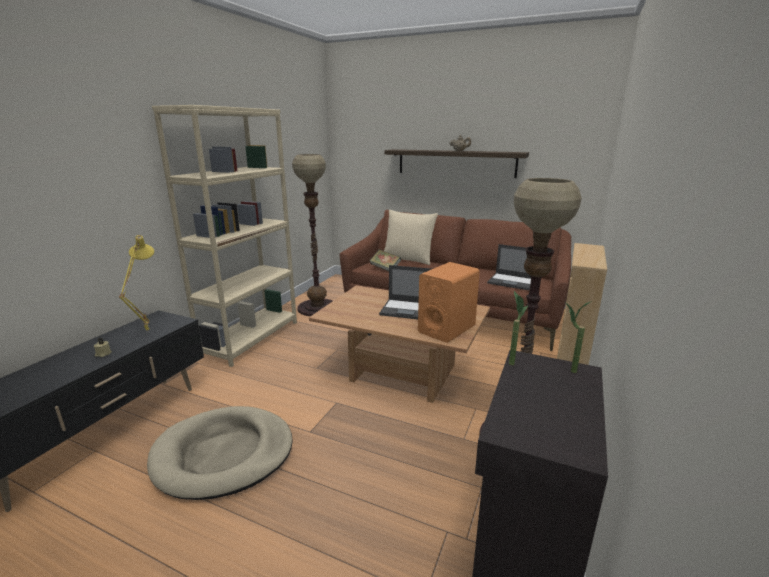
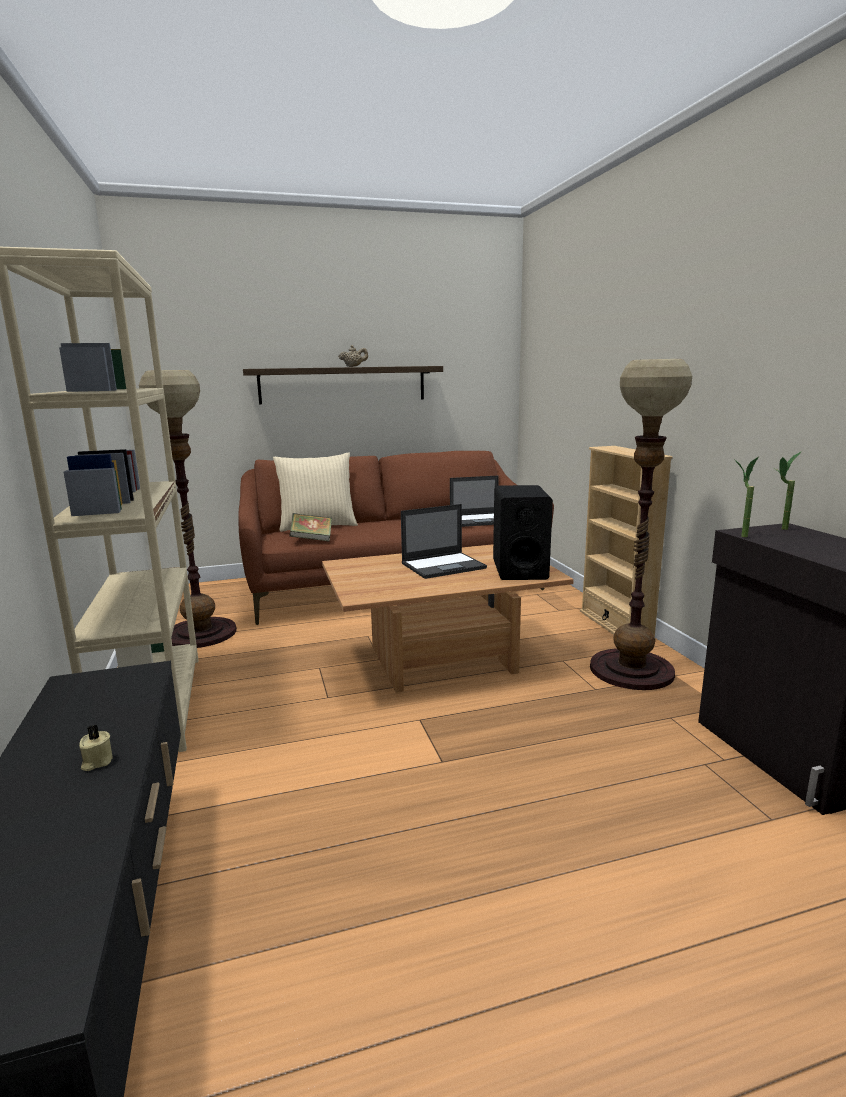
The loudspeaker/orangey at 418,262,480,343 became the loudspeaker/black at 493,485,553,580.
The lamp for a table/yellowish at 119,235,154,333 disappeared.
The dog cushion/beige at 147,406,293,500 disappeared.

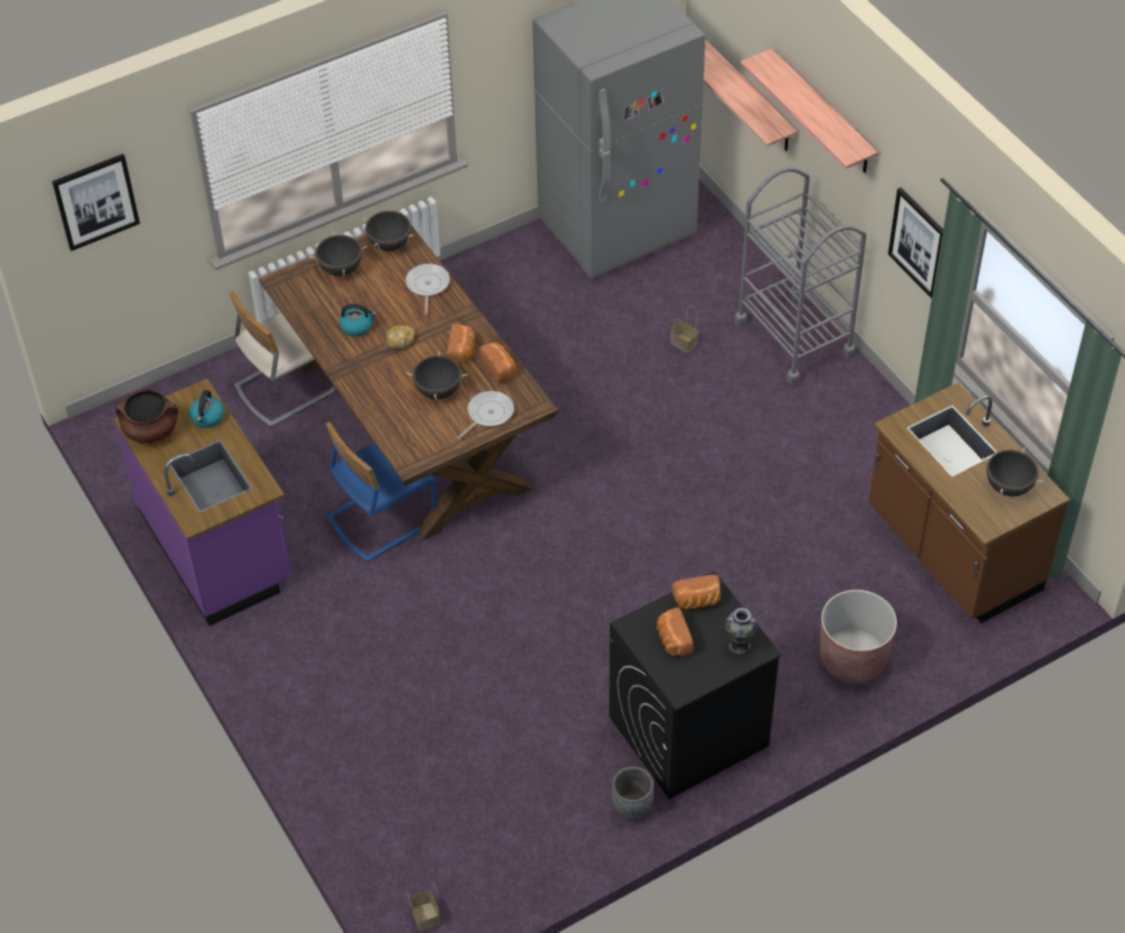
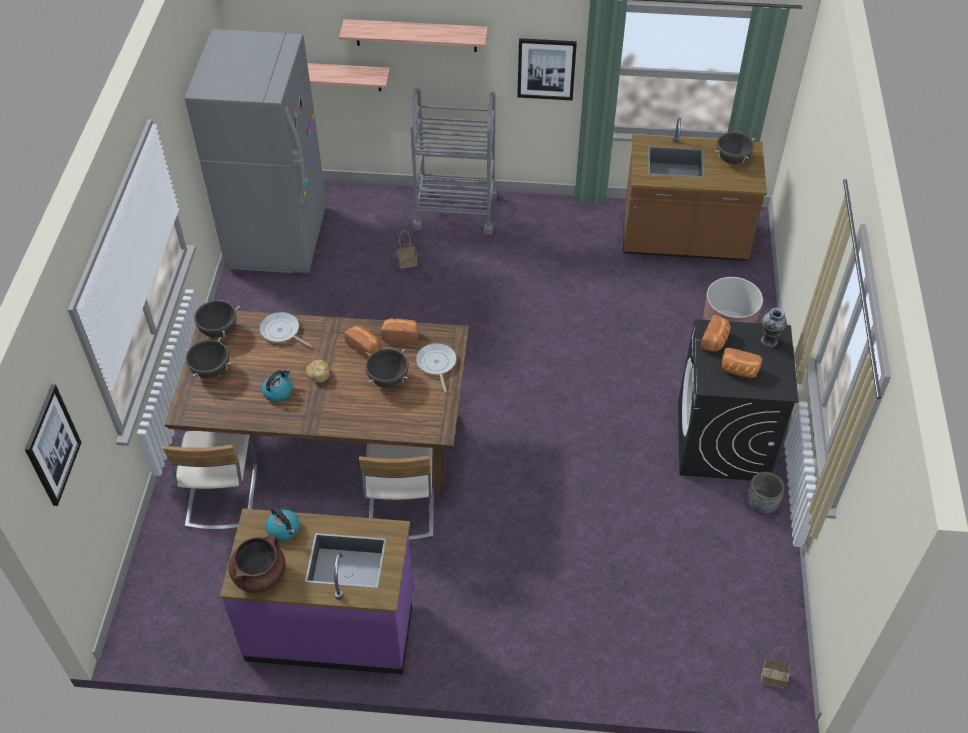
The plain chair/blue at 326,422,436,562 became the plain chair/beige at 359,443,434,540.

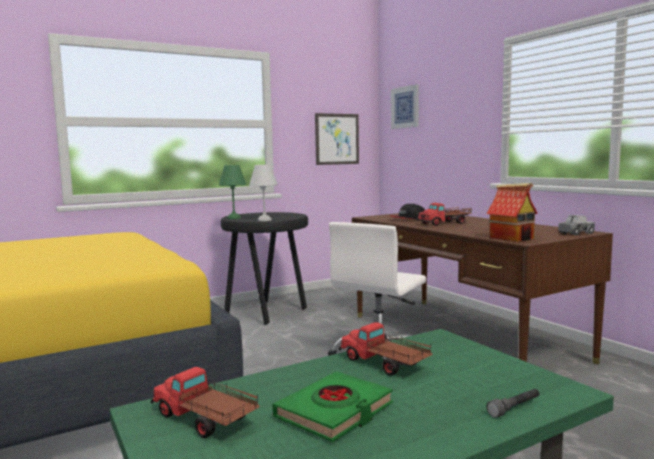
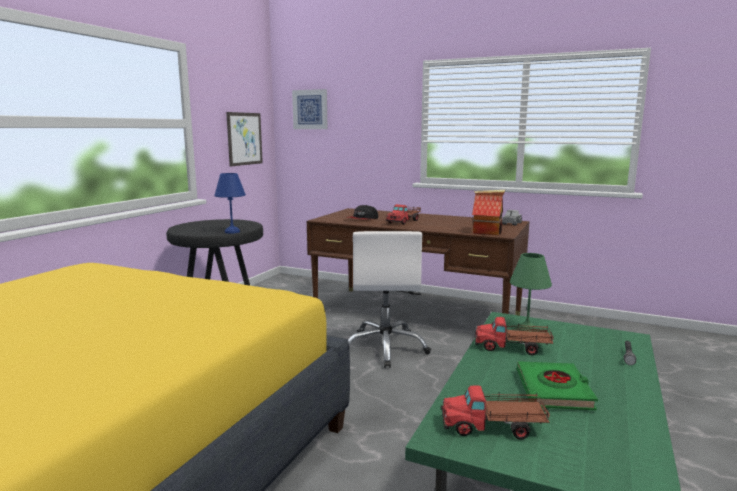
The lamp for a table/white-coloured at 249,165,278,221 became the lamp for a table/blue at 214,173,246,234.
The lamp for a table/green-coloured moved from 219,165,246,219 to 510,253,552,332.

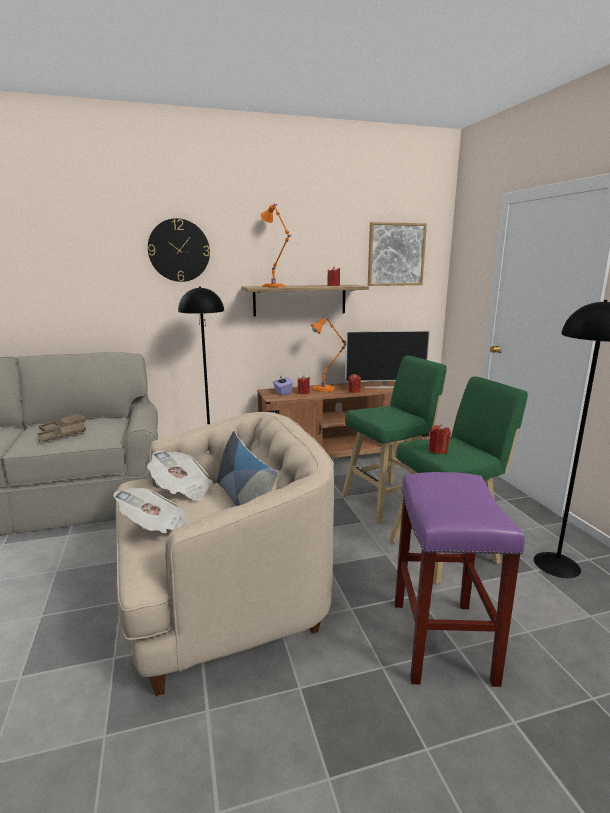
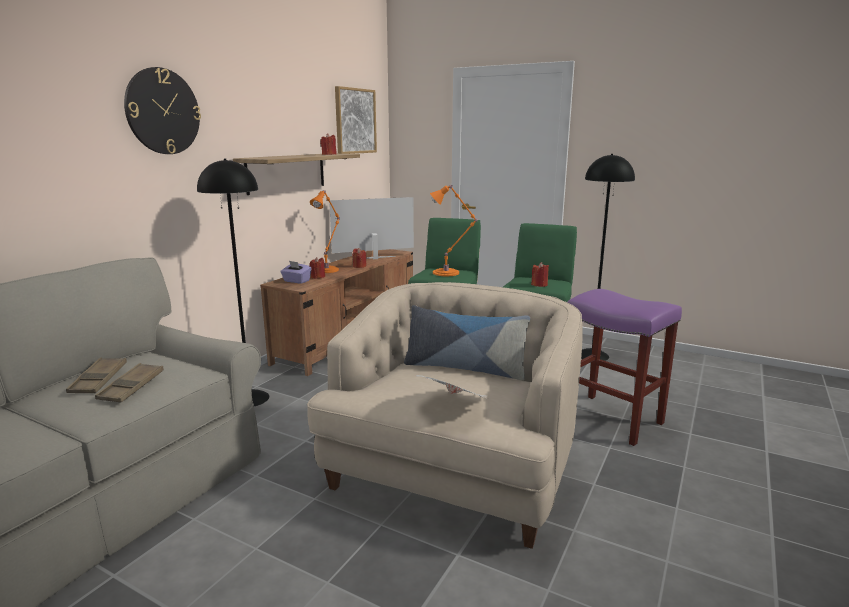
The TV at 345,330,430,388 turned 150 degrees counterclockwise.
The lamp for a table/orangey moved from 261,204,292,287 to 430,185,478,276.
The daily paper at 147,451,213,501 disappeared.

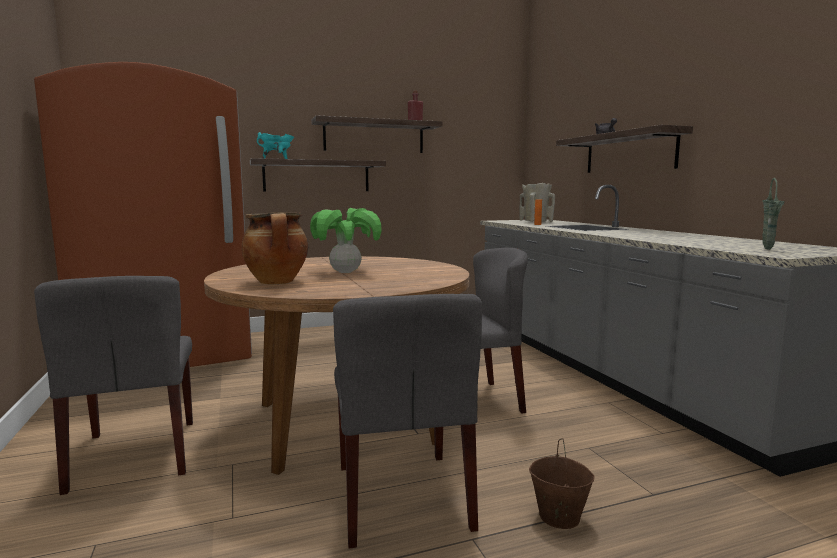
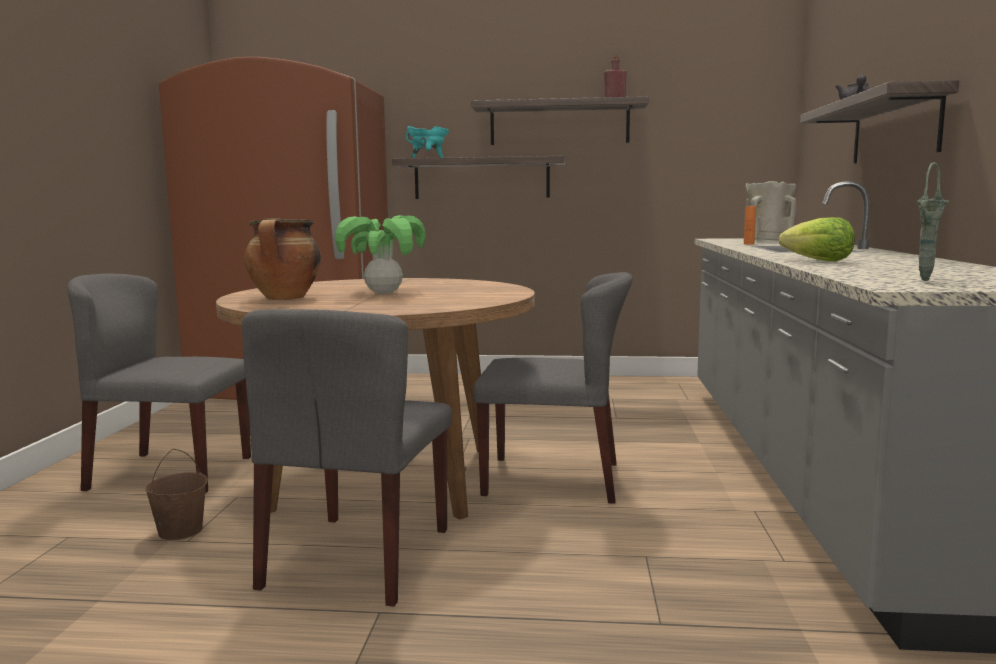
The plain chair/gray at 34,276,193,495 turned 90 degrees clockwise.
The pail/brown moved from 529,439,595,529 to 145,449,208,540.
The head of lettuce at 779,217,855,261 appeared.

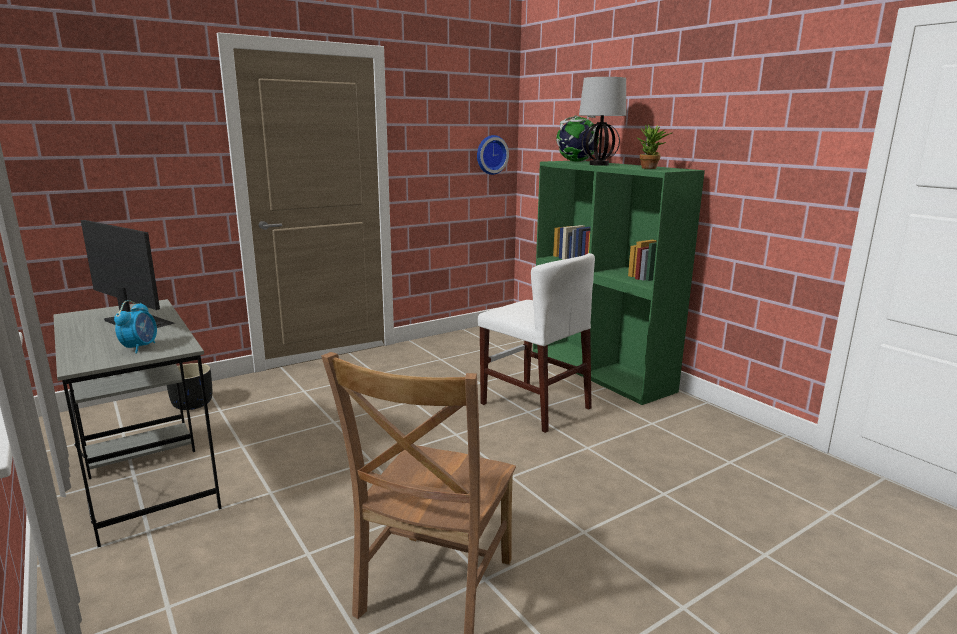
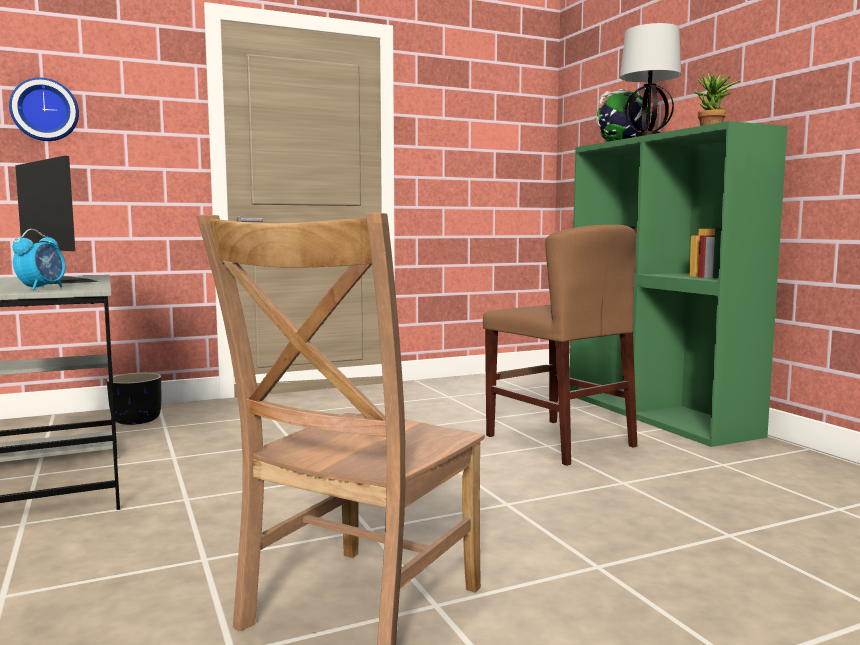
The wall clock moved from 477,135,509,175 to 9,78,79,141.
The plain chair/white-coloured at 478,253,595,433 became the plain chair/brown at 483,225,637,466.

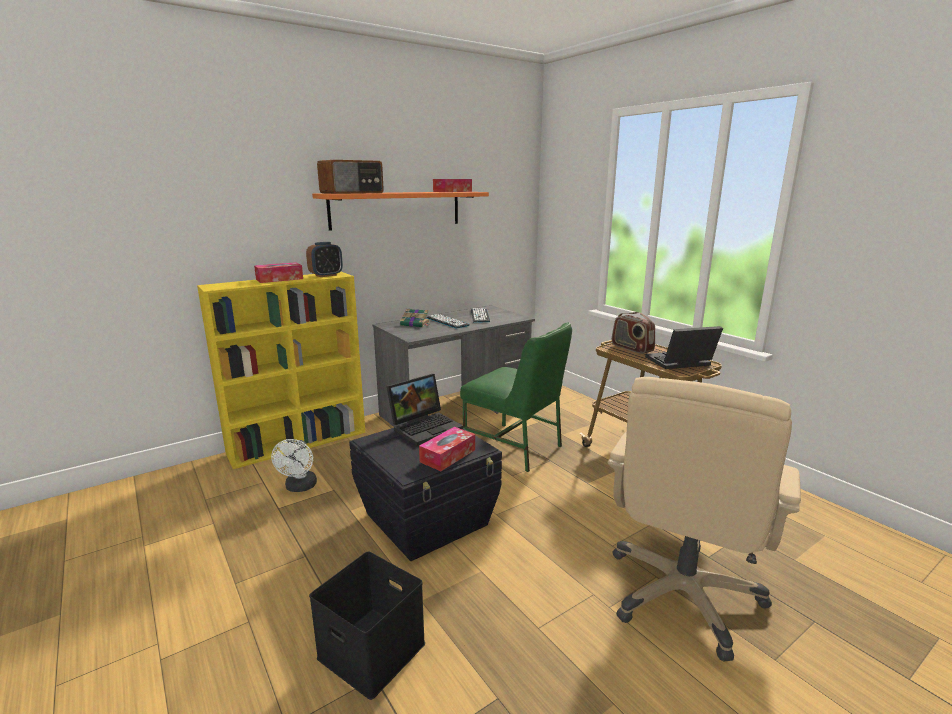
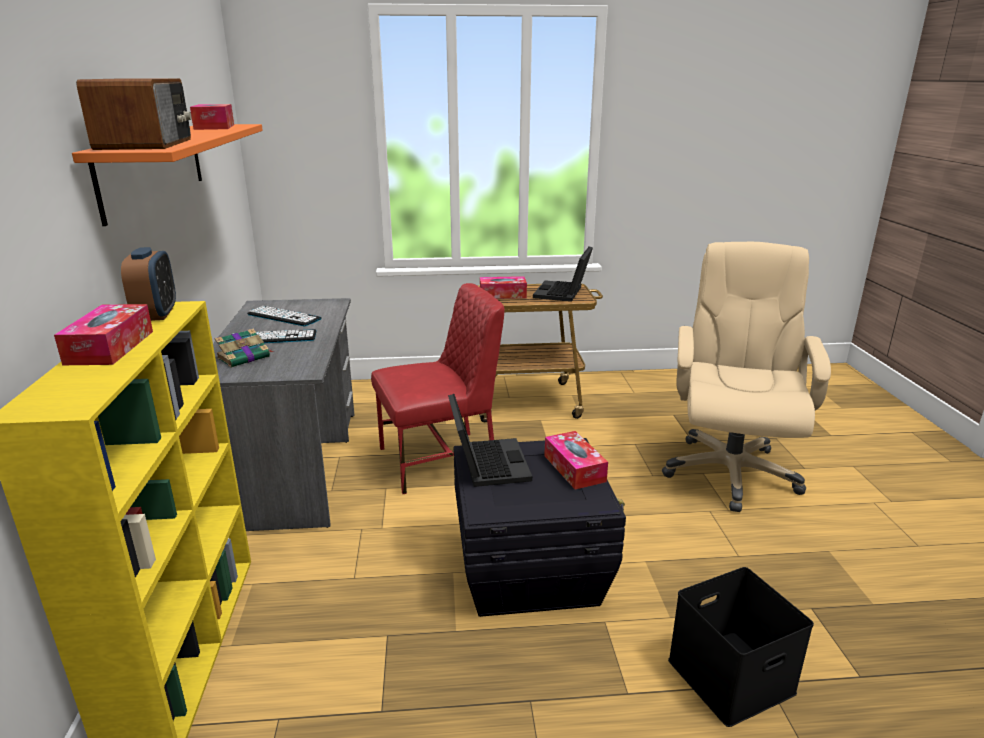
The plain chair/green-coloured at 460,322,572,472 became the plain chair/red at 371,283,504,494.
The radio set at 612,312,655,354 was replaced by the tissue box at 480,276,527,299.
The computer chair/beige at 608,377,801,662 turned 135 degrees counterclockwise.
The cooling fan/white-coloured at 271,439,317,492 disappeared.

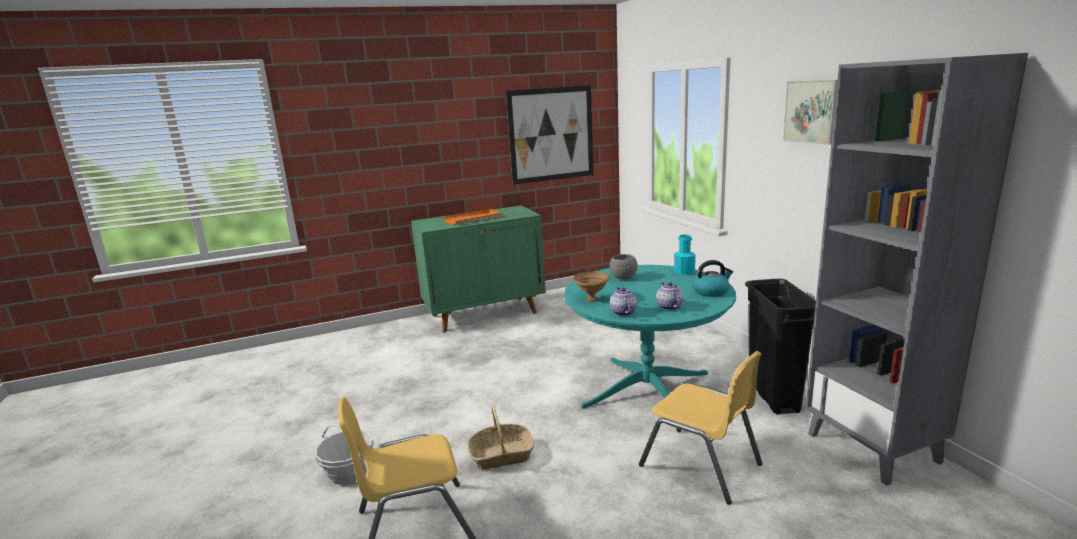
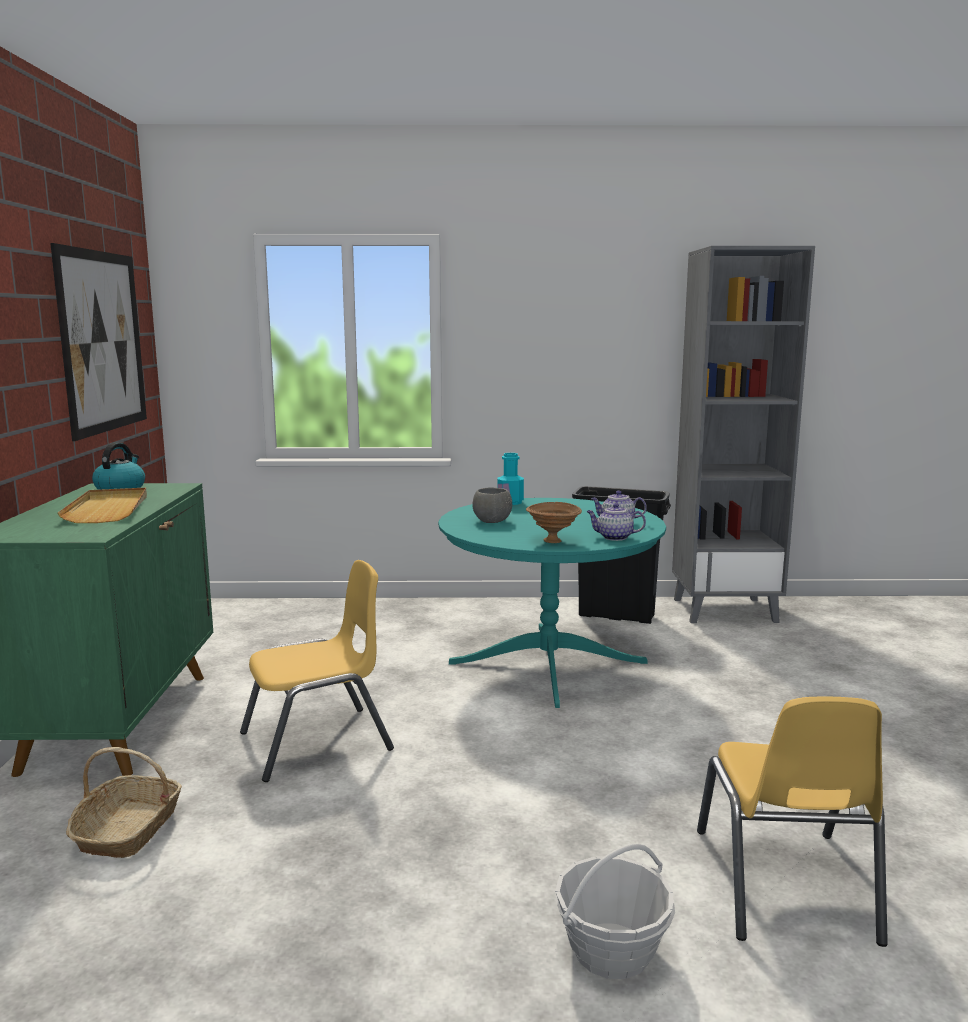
The tray/orangey at 443,209,503,225 became the tray/beige at 58,488,147,523.
The storage basket moved from 467,405,534,469 to 66,747,182,858.
The tea kettle moved from 693,260,733,297 to 92,442,145,490.
The plain chair/yellowish moved from 639,351,763,505 to 240,560,394,782.
The wall picture at 783,80,837,145 disappeared.

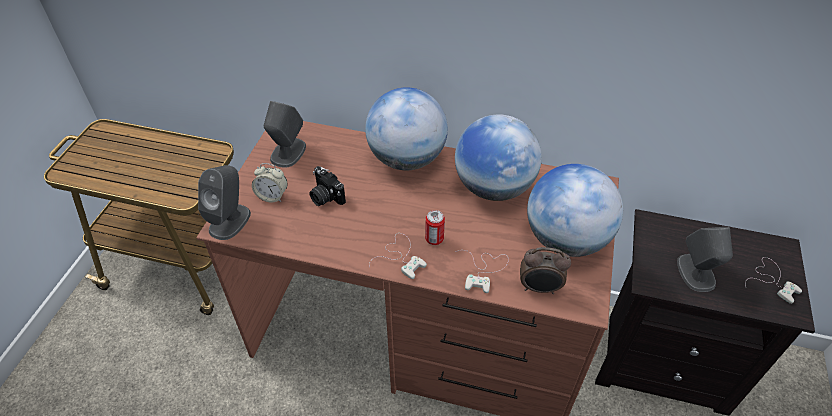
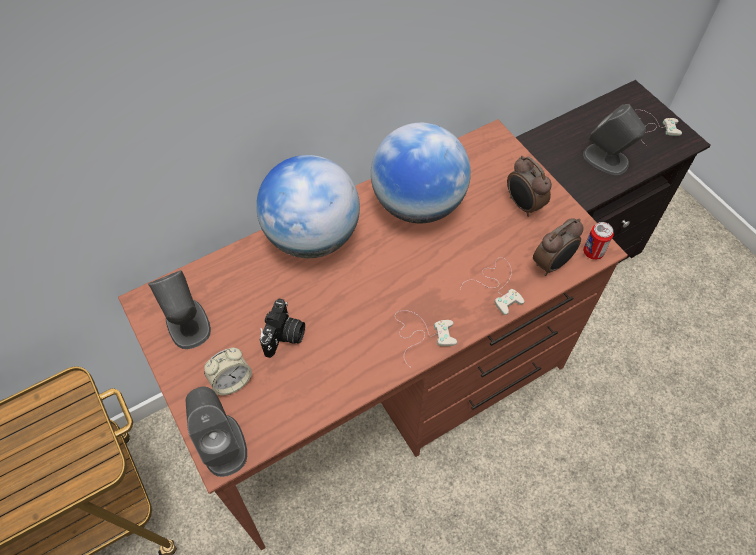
The photo camera at 309,166,346,206 turned 75 degrees counterclockwise.
The world globe at 527,164,623,257 was replaced by the bedside clock at 507,156,552,217.
The metal can moved from 425,210,445,245 to 583,222,614,260.

